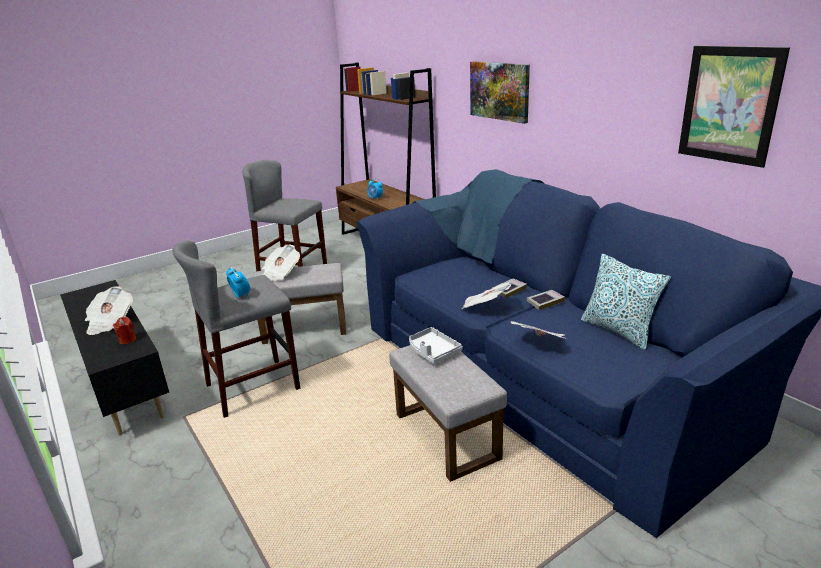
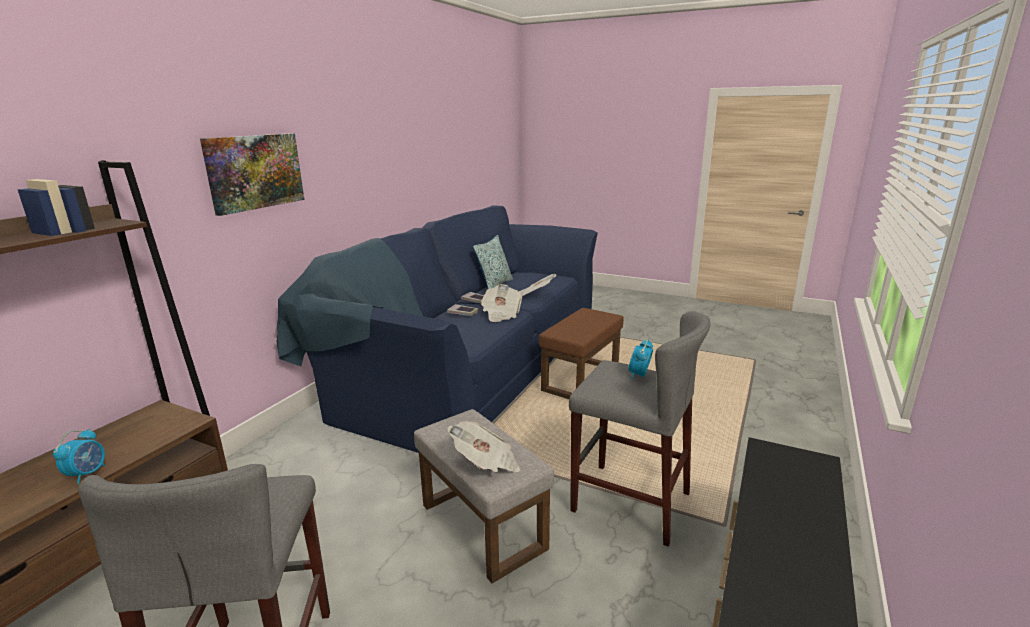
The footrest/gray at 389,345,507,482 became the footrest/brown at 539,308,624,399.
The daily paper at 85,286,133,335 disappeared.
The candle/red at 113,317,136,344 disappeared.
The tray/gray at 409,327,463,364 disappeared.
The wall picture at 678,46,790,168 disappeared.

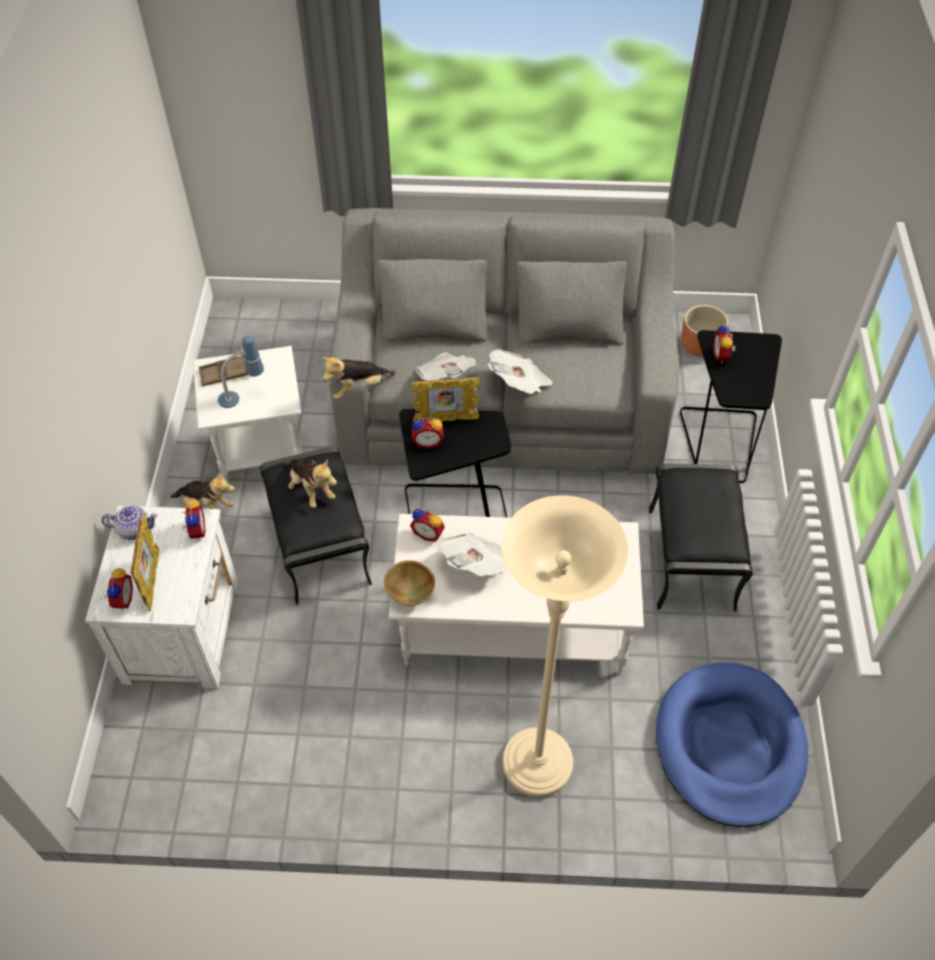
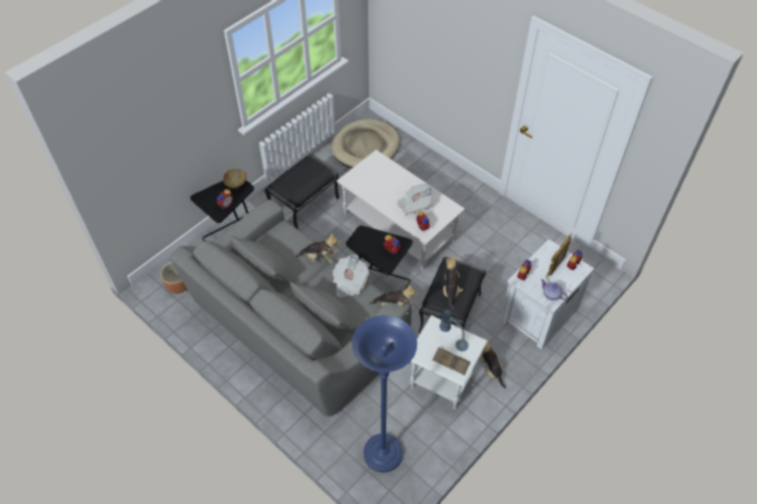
The serving bowl/brown moved from 384,560,435,606 to 223,169,247,189.
The daily paper at 488,349,553,394 was replaced by the plush toy at 296,233,341,263.
The dog cushion/blue at 656,662,808,827 became the dog cushion/beige at 331,119,400,168.
The standard lamp/blue at 352,315,417,472 appeared.
The standing frame at 411,377,480,422 disappeared.
The standard lamp/beige at 502,495,628,797 disappeared.

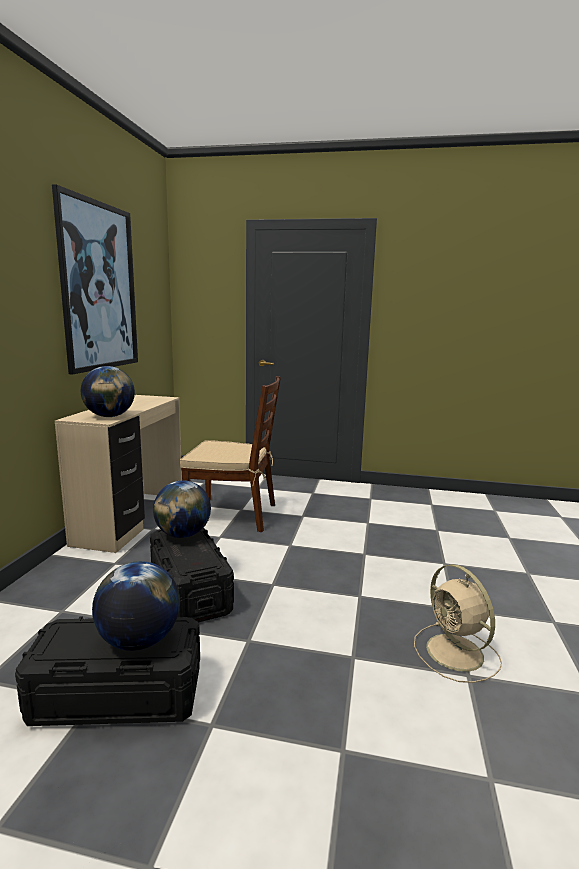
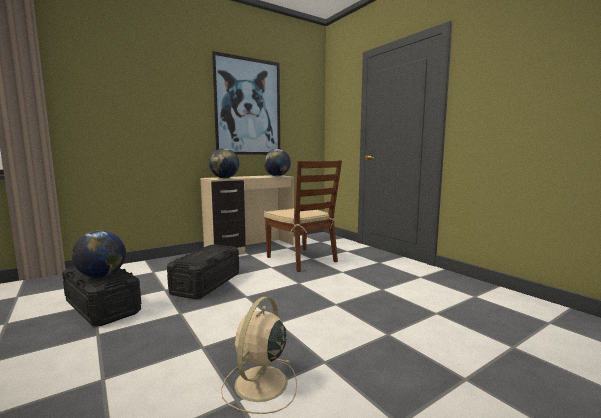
The world globe moved from 153,480,211,538 to 264,149,291,176.

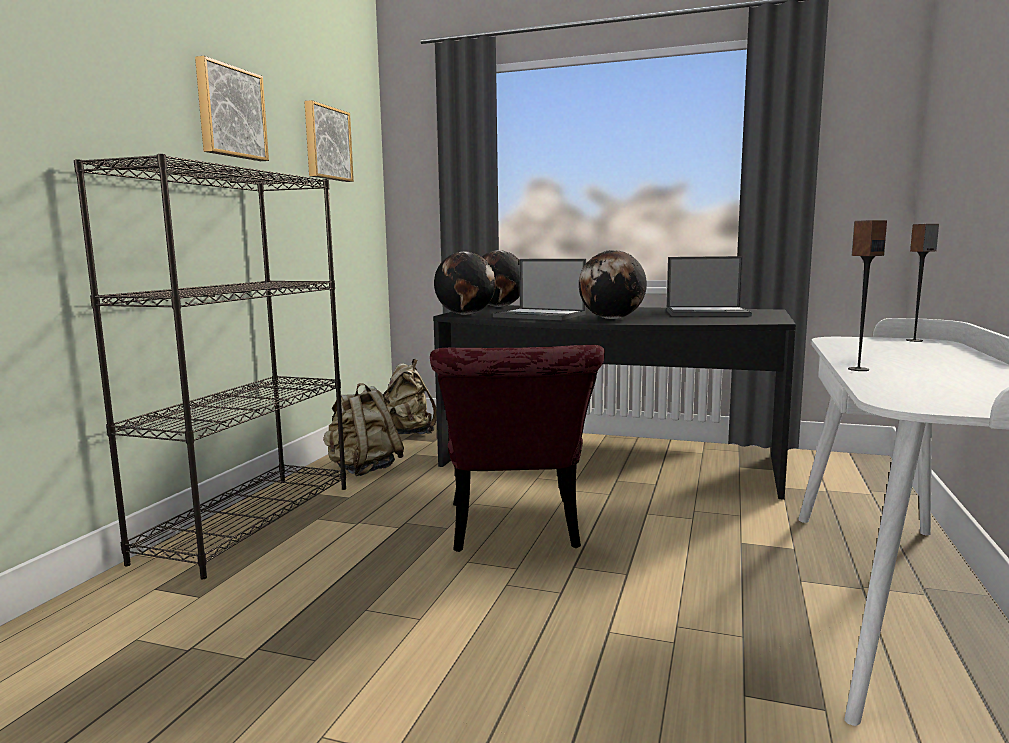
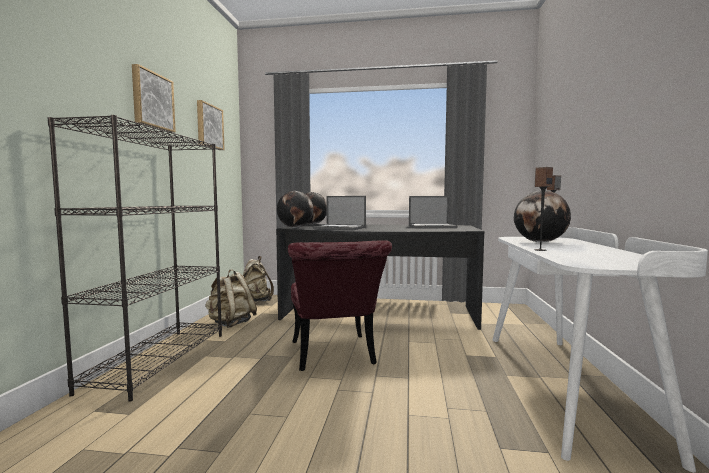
The world globe moved from 579,250,647,319 to 514,191,571,242.

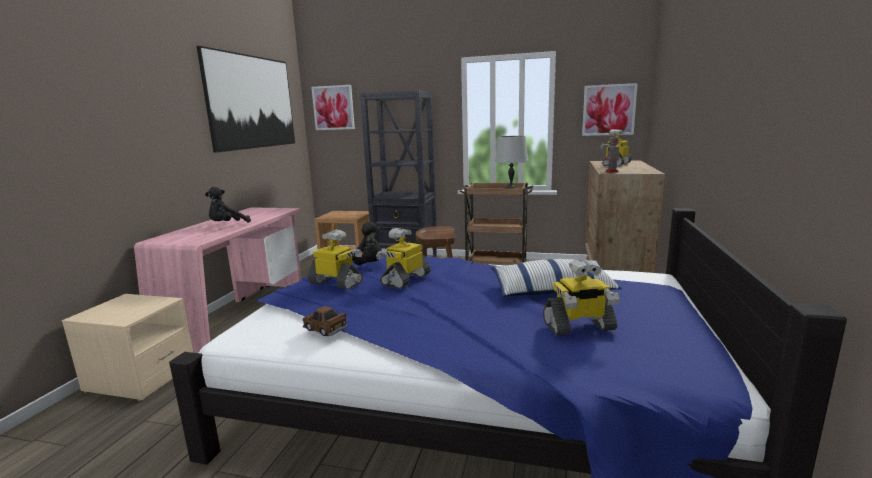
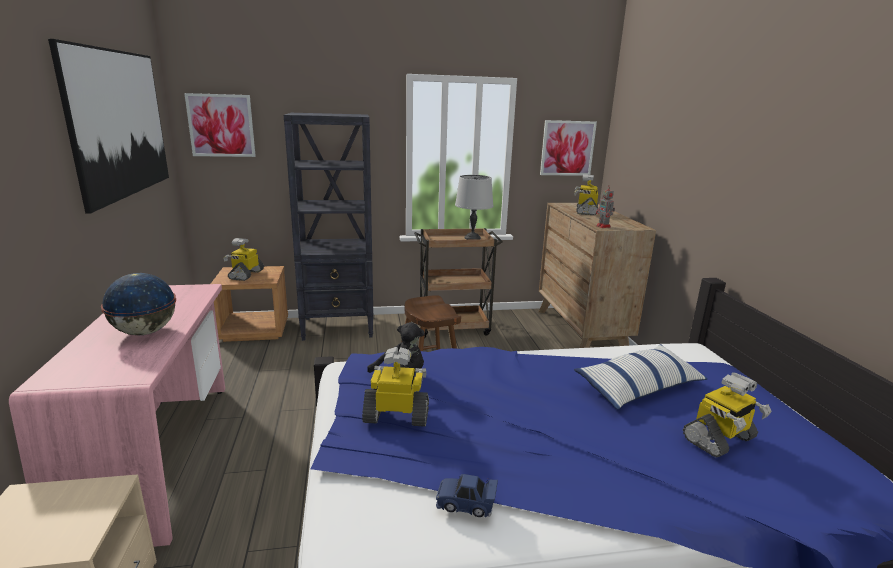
The plush toy/black at 205,187,251,223 was replaced by the world globe at 101,273,176,335.
The robot figure moved from 376,228,431,289 to 223,238,264,281.
The miniature car/brown at 303,306,347,336 became the miniature car/blue at 436,474,498,517.

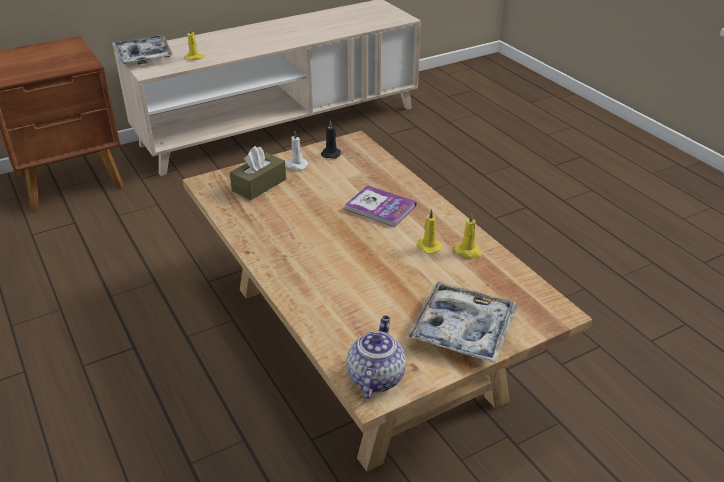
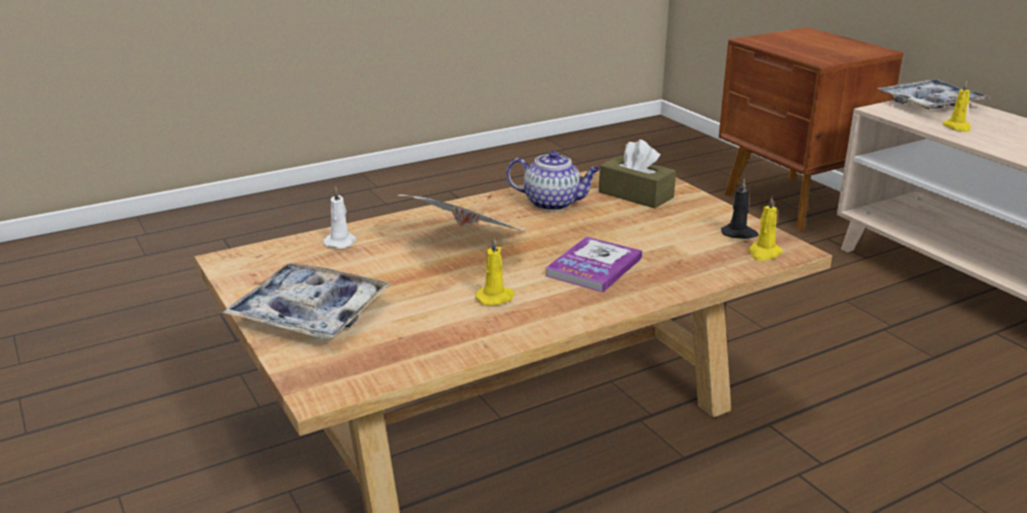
The candle/white-coloured moved from 285,131,308,170 to 323,186,357,249.
The daily paper at 397,194,527,232 appeared.
The pot for tea moved from 346,316,406,399 to 506,150,600,211.
The candle/yellowish moved from 455,213,482,258 to 748,195,783,261.

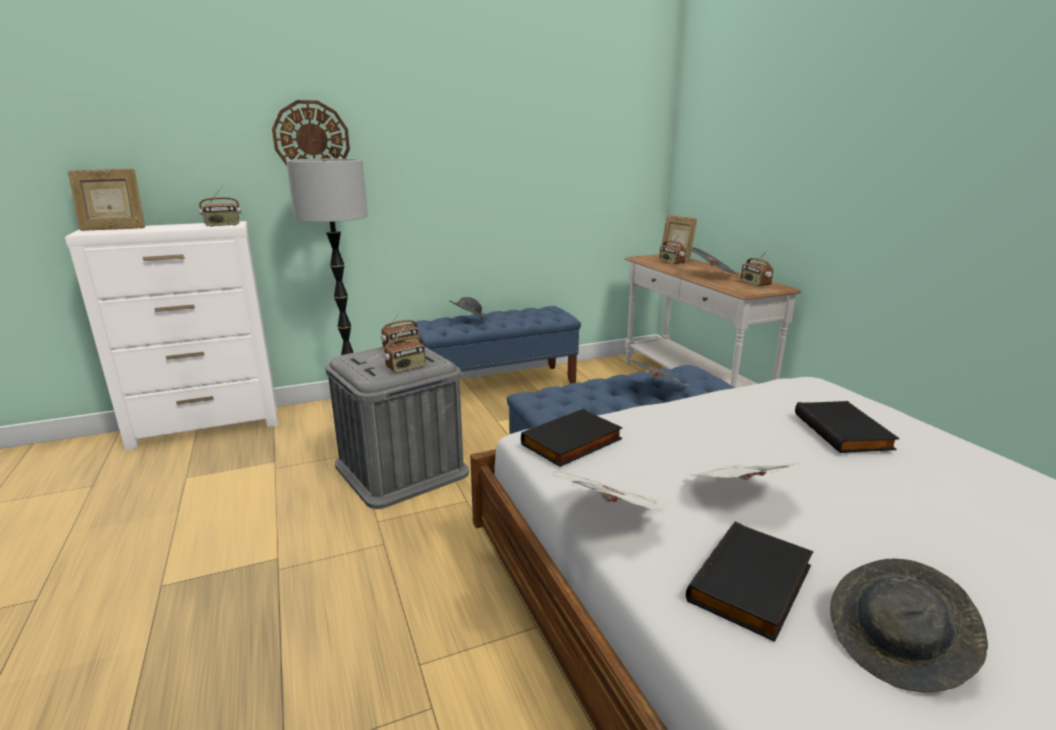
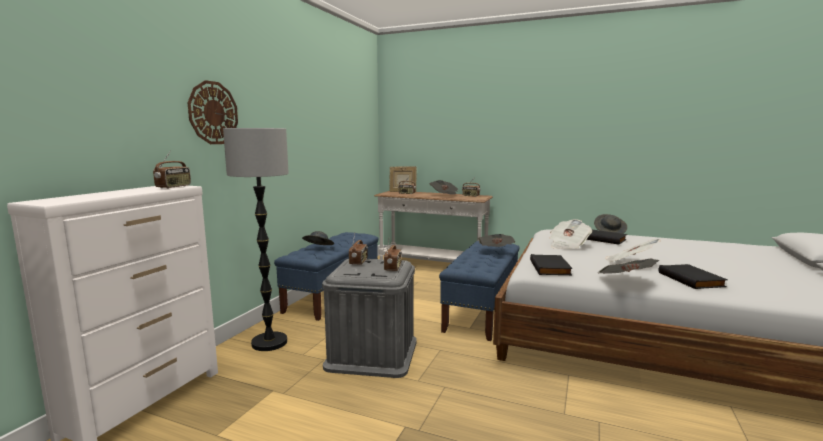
The daily paper at 550,219,592,249 appeared.
The clothing hat/gray moved from 830,559,988,692 to 594,214,627,234.
The standing frame at 68,168,145,231 disappeared.

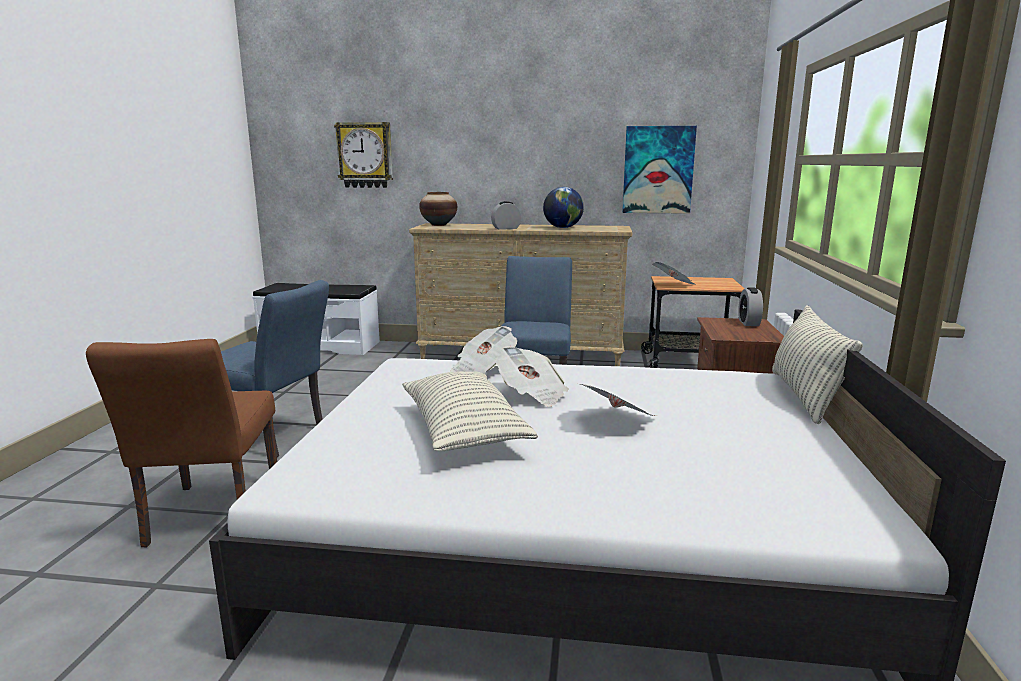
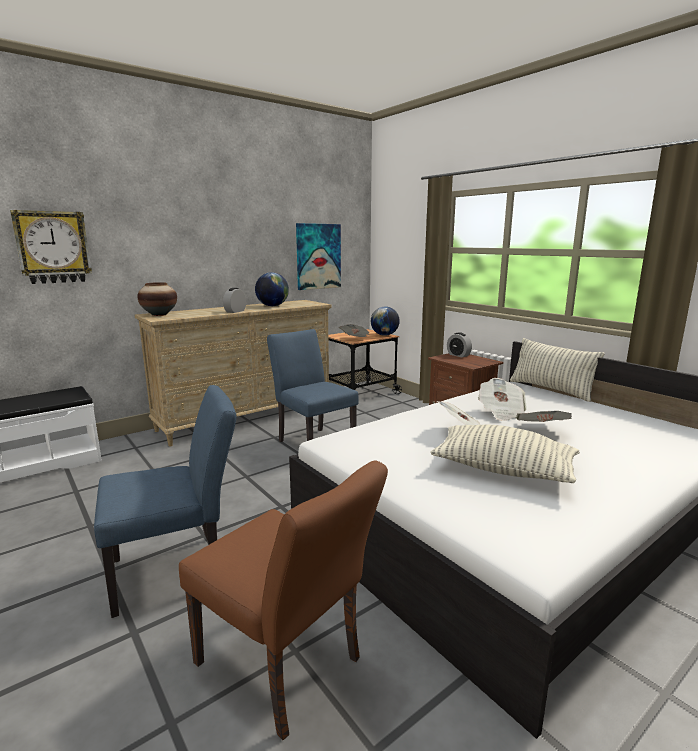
The world globe at 371,306,400,336 appeared.
The daily paper moved from 450,326,517,374 to 478,378,527,421.

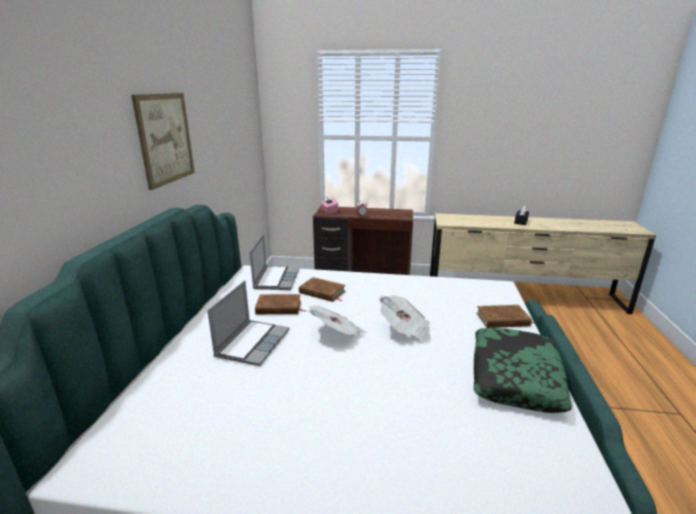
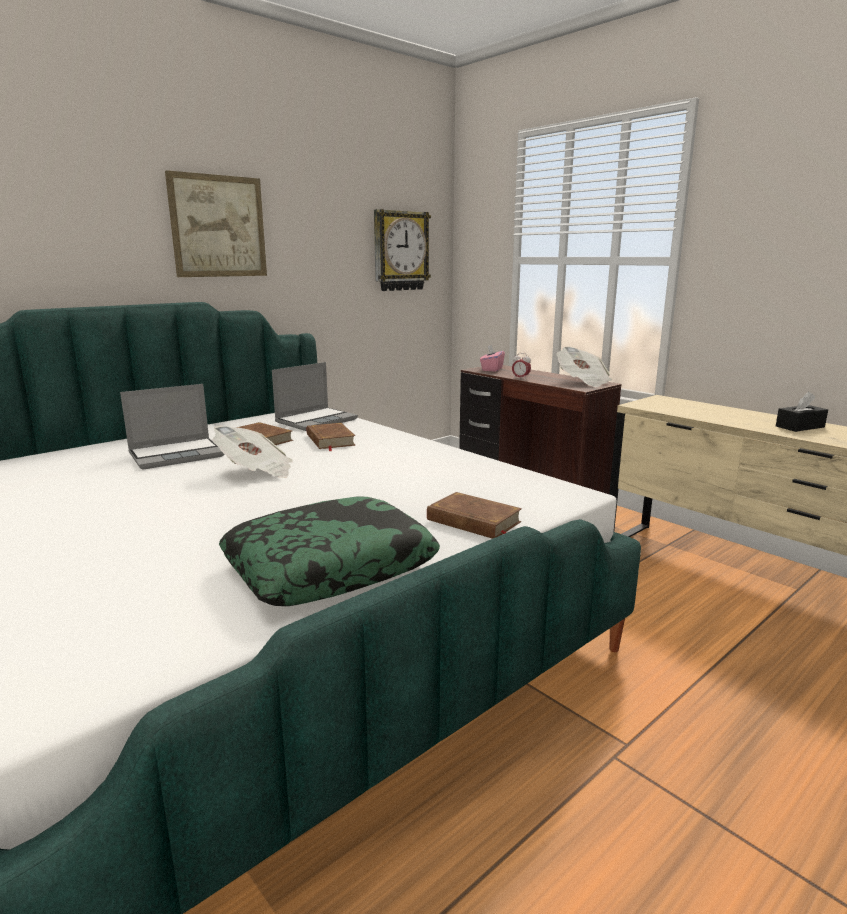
The wall clock at 374,209,431,291 appeared.
The daily paper moved from 379,295,431,343 to 556,346,612,387.

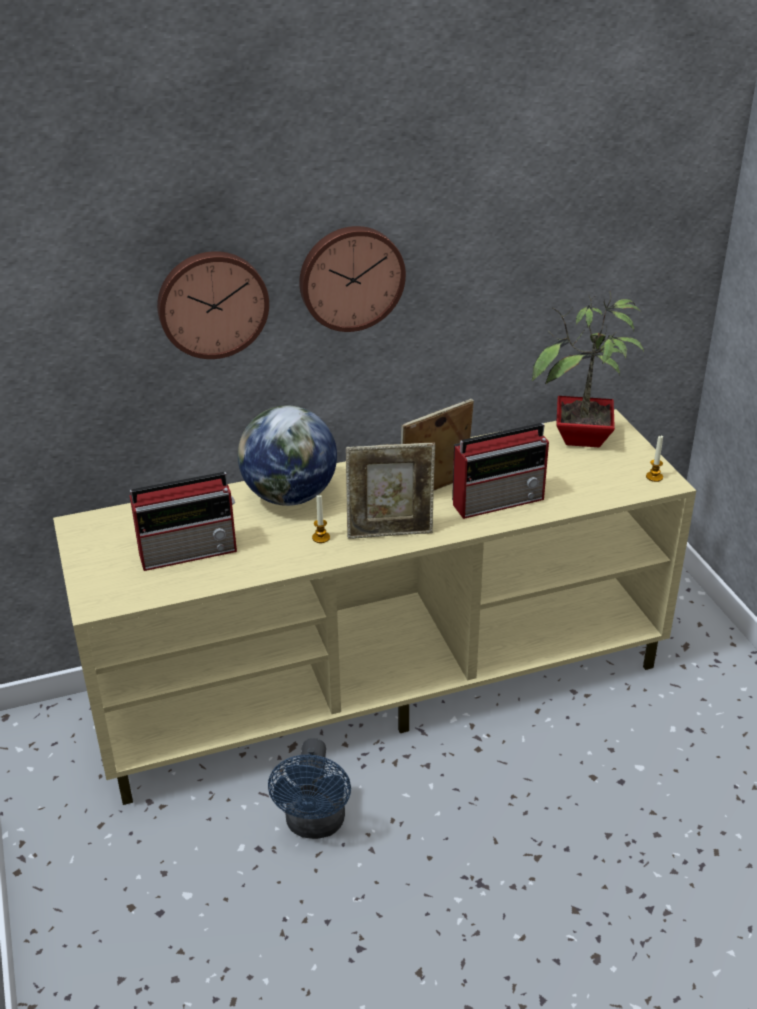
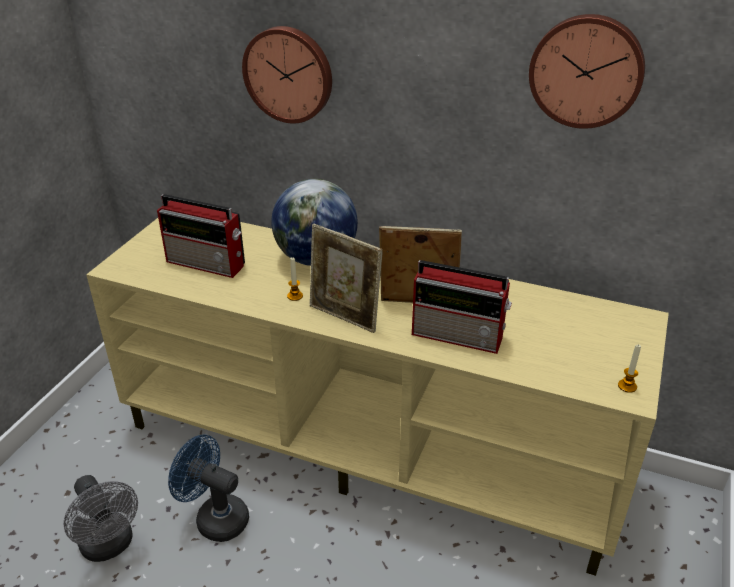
The cooling fan/gray at 64,475,138,562 appeared.
The cooling fan/blue at 268,738,351,839 turned 75 degrees clockwise.
The wall clock moved from 299,226,406,332 to 529,14,645,129.
The houseplant at 532,291,644,447 disappeared.

